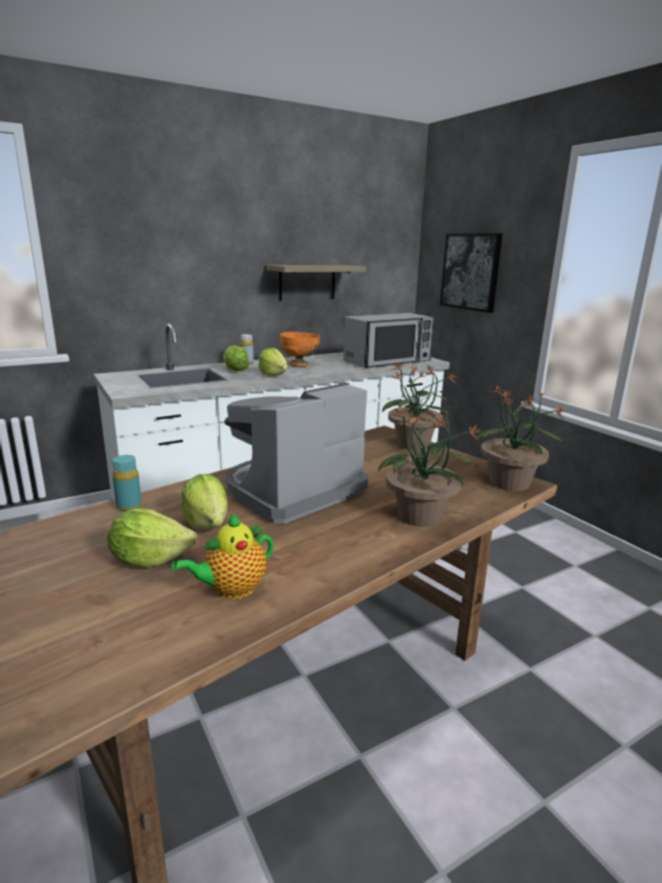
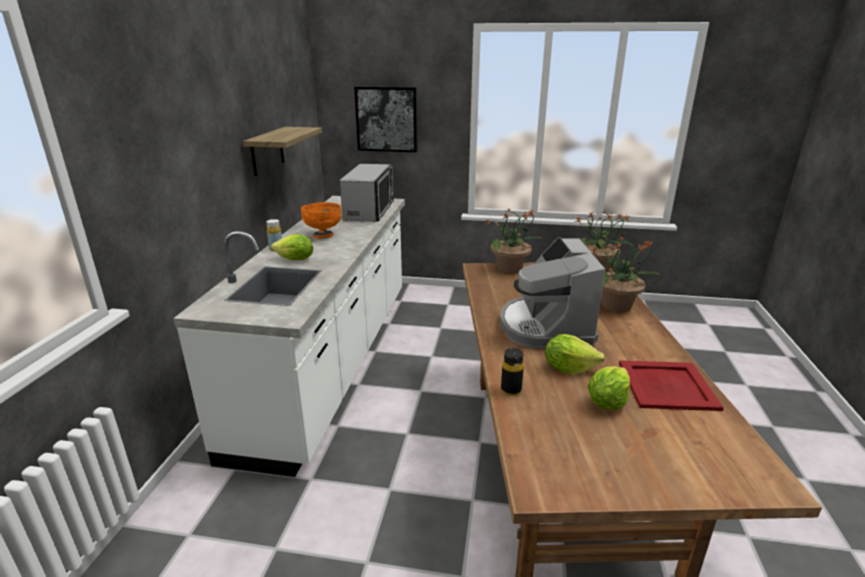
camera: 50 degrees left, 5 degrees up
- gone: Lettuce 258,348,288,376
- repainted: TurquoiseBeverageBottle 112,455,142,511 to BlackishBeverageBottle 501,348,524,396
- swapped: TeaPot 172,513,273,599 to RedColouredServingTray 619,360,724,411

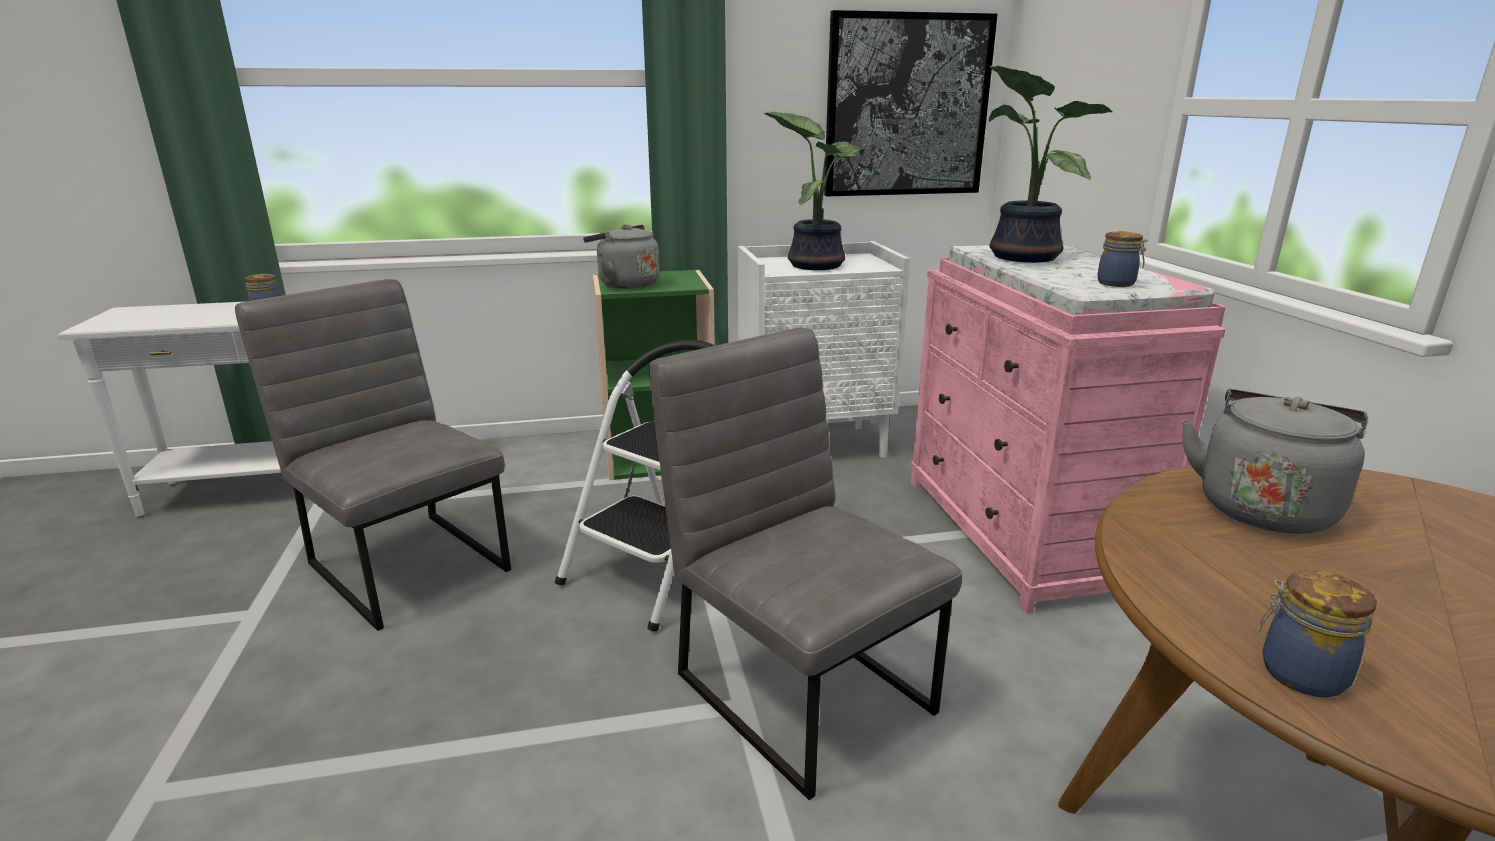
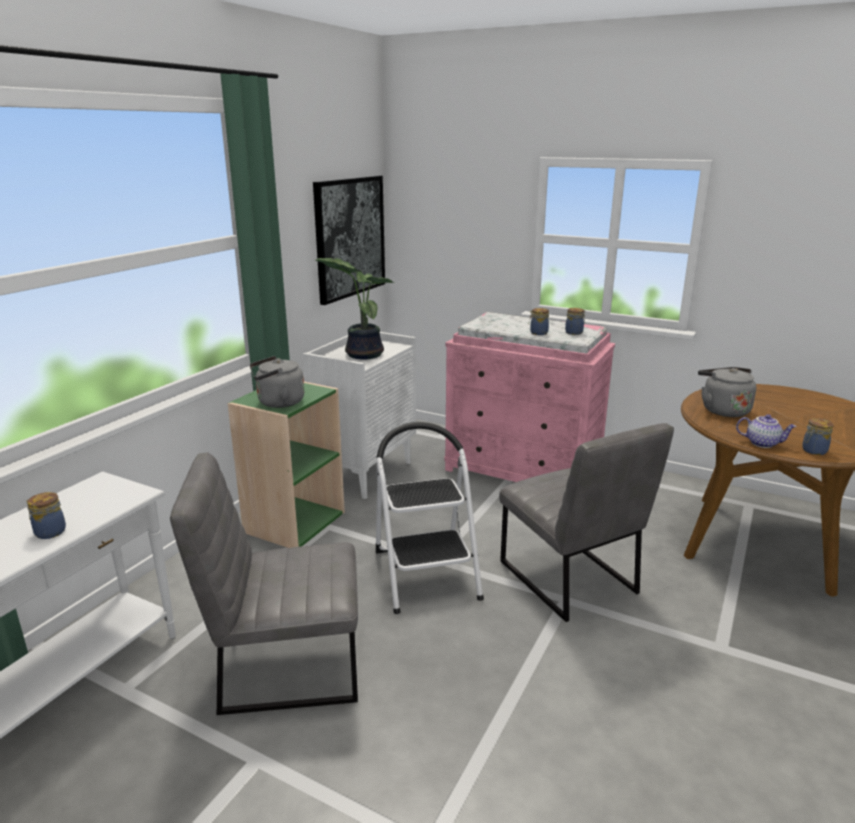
camera: 50 degrees left, 0 degrees up
- gone: PlantInAPot 989,65,1112,263
- rotated: GreyishChair 649,328,962,800 = 499,423,674,622 120 degrees counterclockwise
- new: Jar 529,308,549,335
- new: TeaPot 736,414,797,448

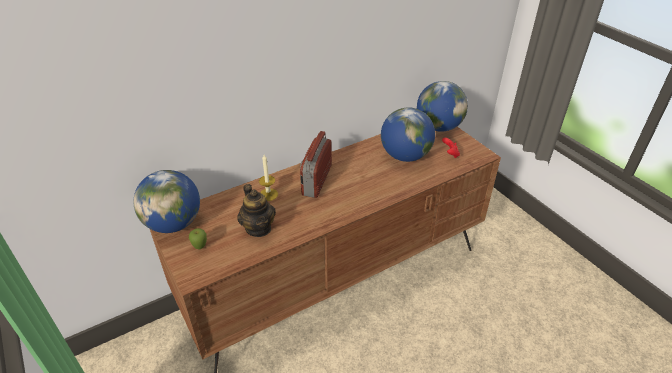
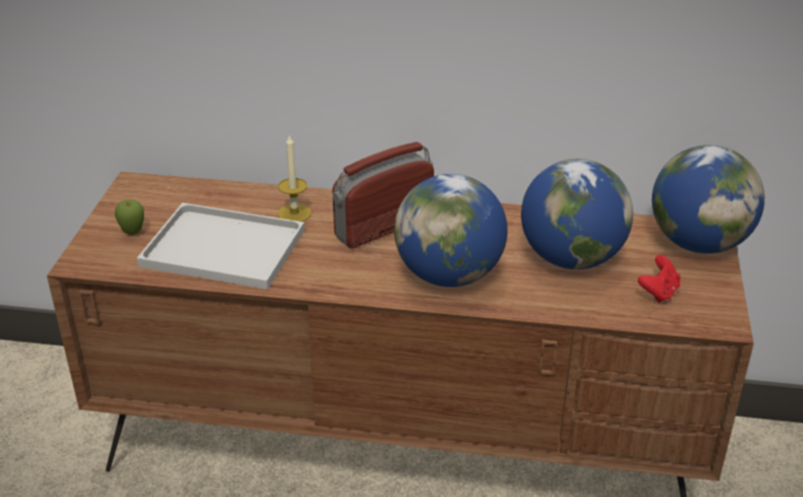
camera: 40 degrees right, 5 degrees down
- shifted: Globe 133,170,200,233 to 394,174,508,287
- swapped: TeaPot 237,184,276,237 to WhiteColouredServingTray 137,203,305,290

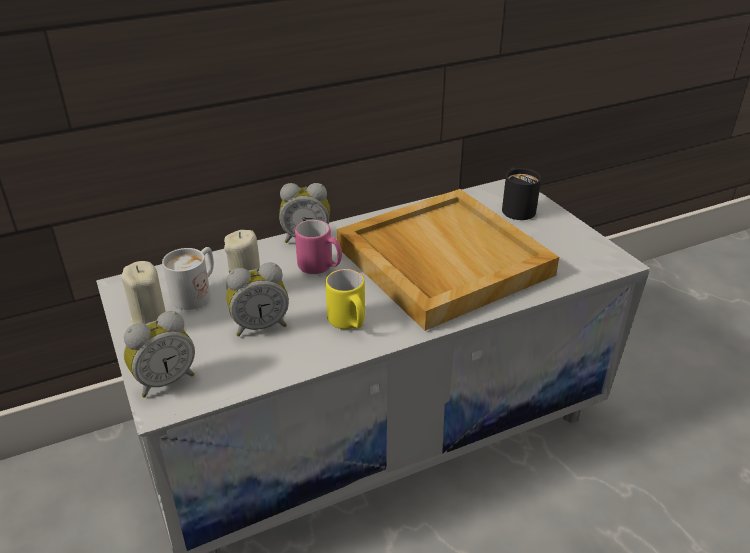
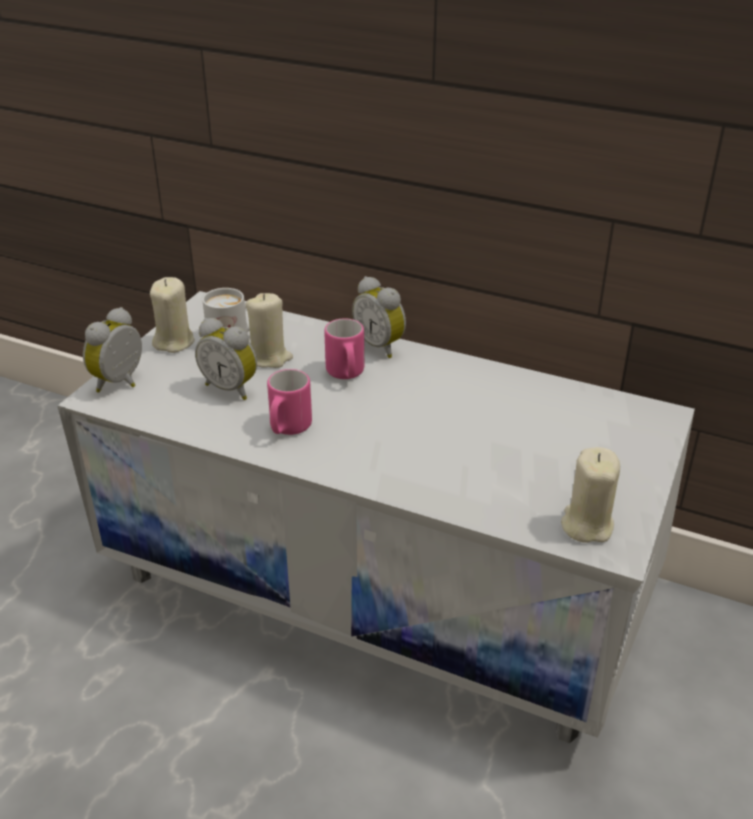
camera: 50 degrees right, 0 degrees up
- gone: BlackishMug 502,167,541,220
- gone: BeigeServingTray 337,189,559,331
- repainted: YellowMug 325,269,365,329 to PinkColouredMug 267,369,312,435
- rotated: TableClock 124,311,195,398 = 83,307,142,393 105 degrees clockwise
- new: BeigeWaxCandle 561,447,620,543

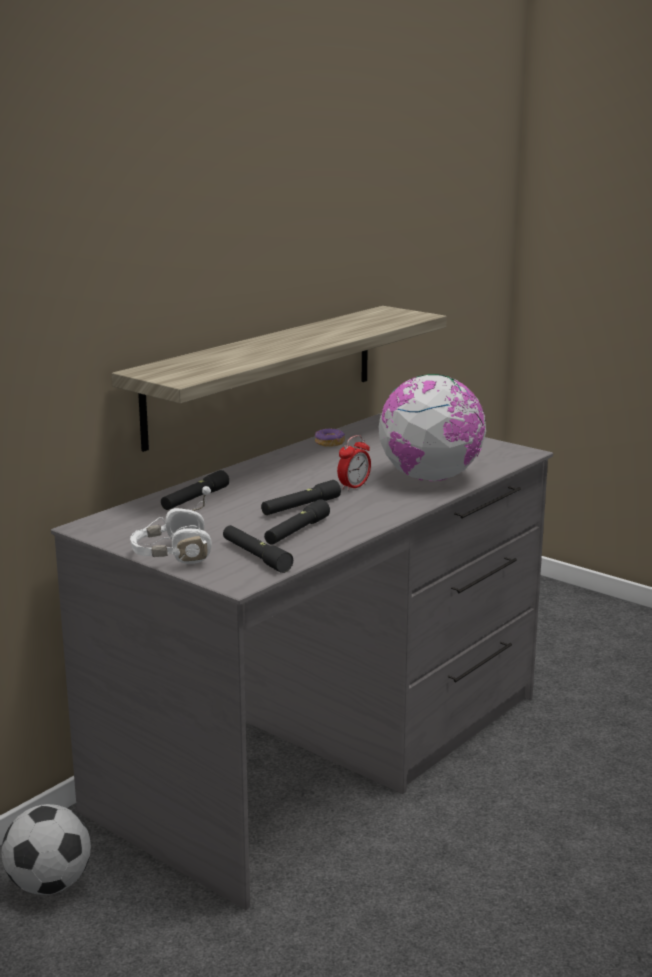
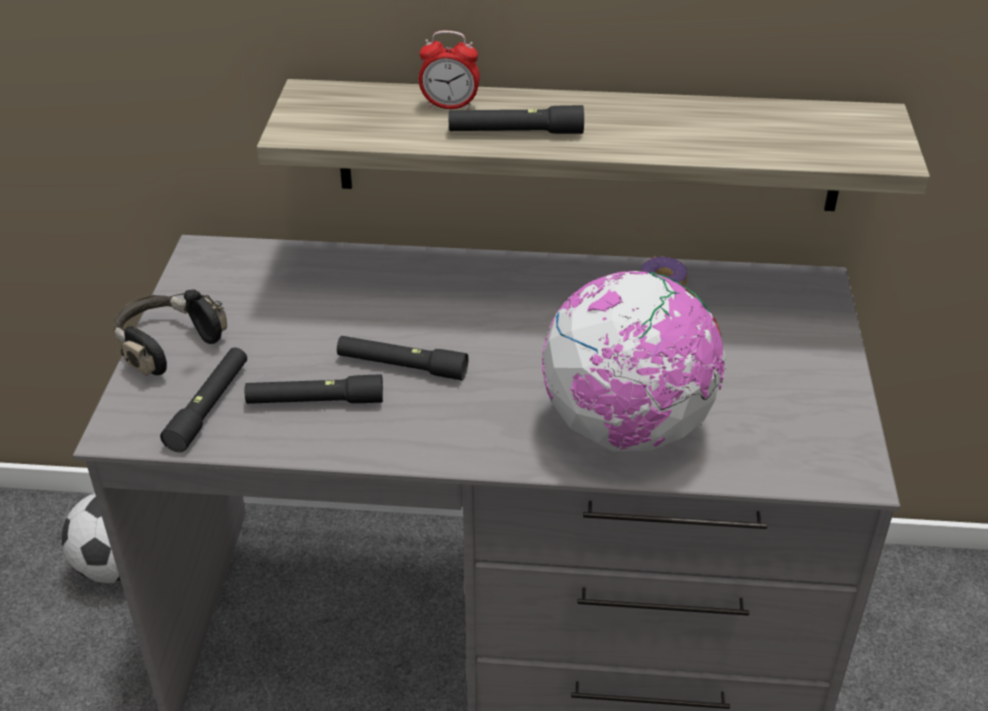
camera: 55 degrees right, 20 degrees up
- shifted: TableClock 337,435,371,491 to 419,31,480,110
- shifted: BlackishHandTorch 161,470,229,510 to 449,105,584,134
- repainted: WhiteColouredHeadset 130,486,212,564 to BlackishHeadset 114,289,227,376

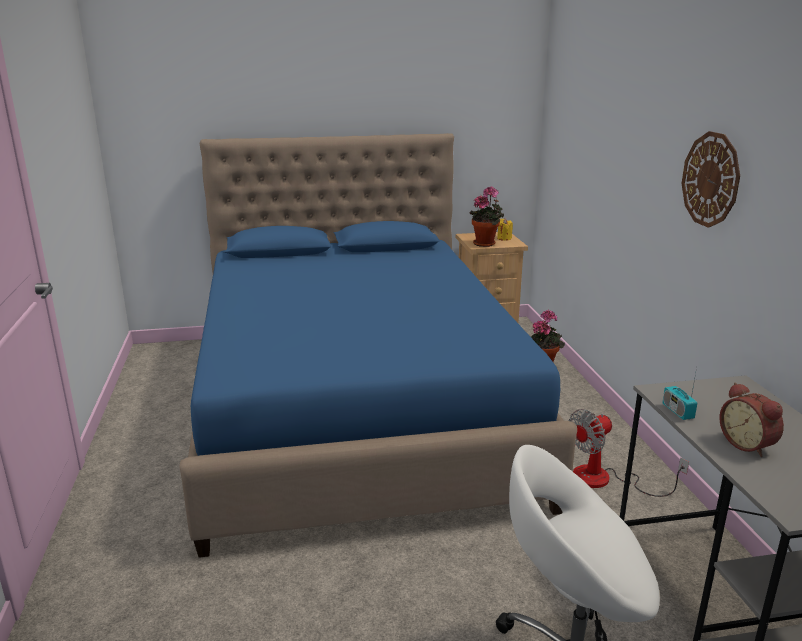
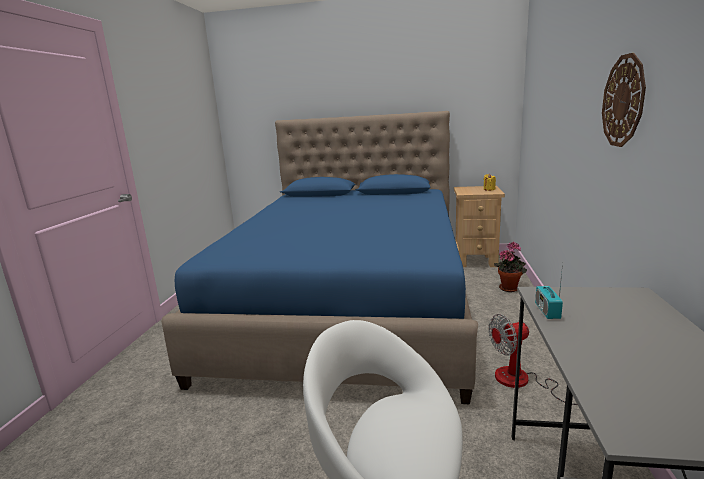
camera: 20 degrees right, 5 degrees down
- gone: PlantInAPot 470,186,504,247
- gone: TableClock 720,382,784,457

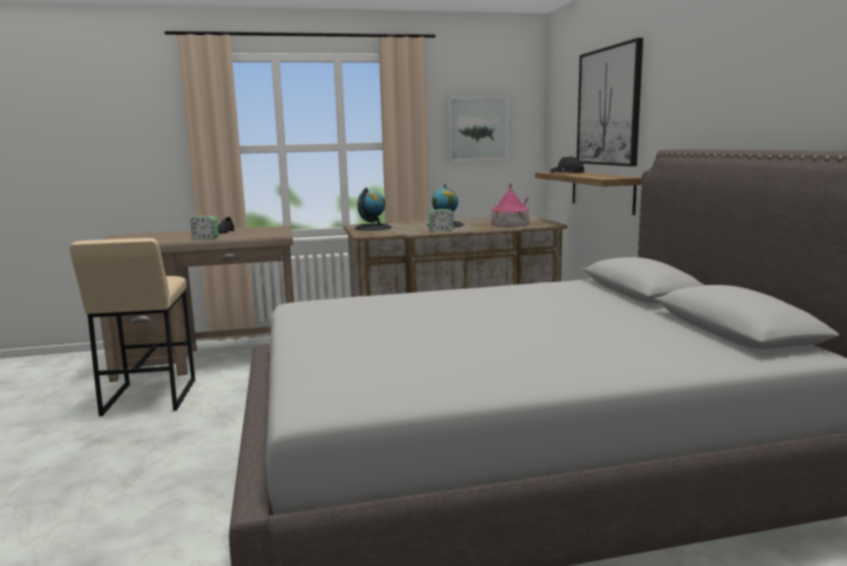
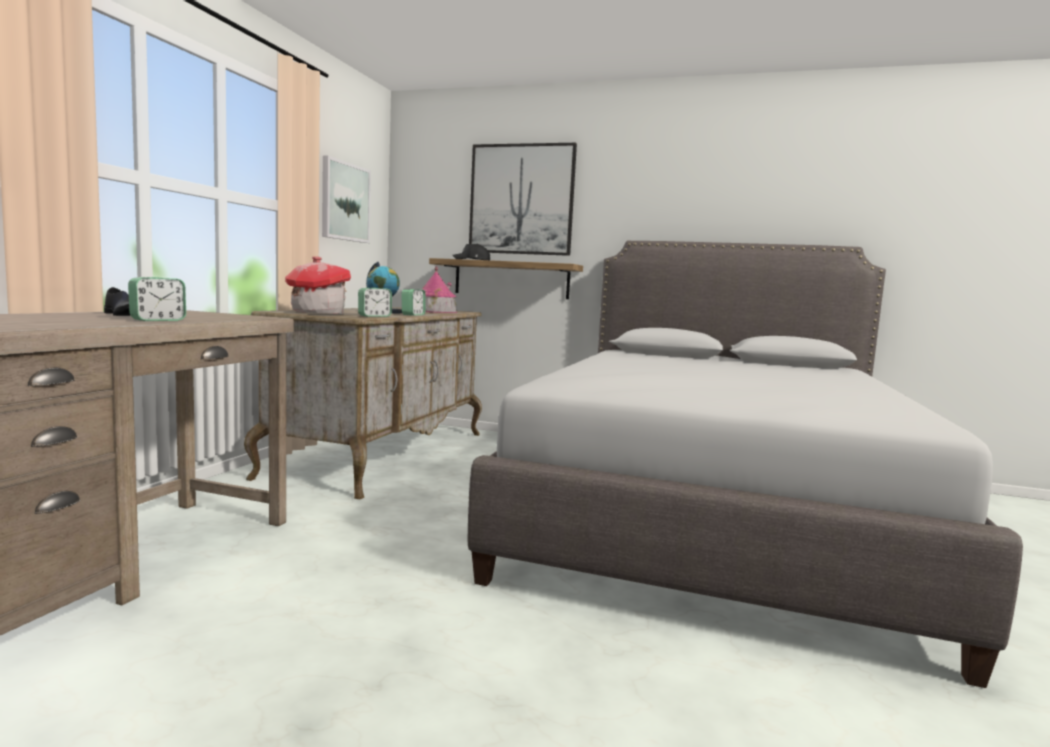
camera: 60 degrees left, 5 degrees down
- swapped: Globe 354,188,391,231 to ToyHouse 285,256,351,315
- gone: BeigeStool 69,238,195,416
- new: TableClock 358,288,392,317

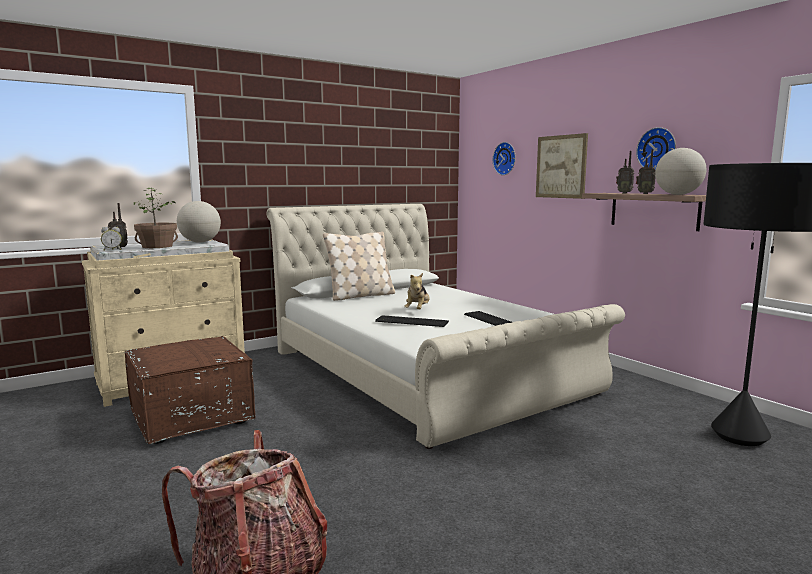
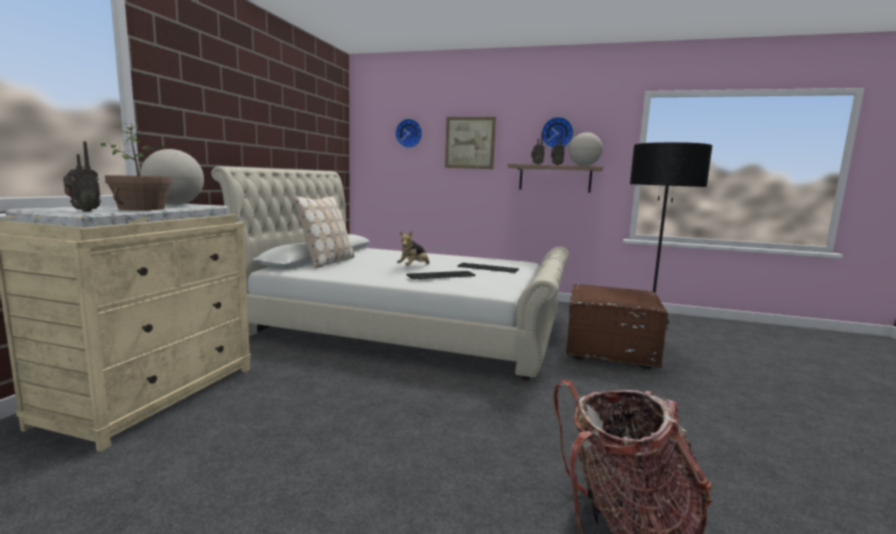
camera: 40 degrees left, 0 degrees up
- gone: TableClock 101,227,122,251
- rotated: SoftToy 404,273,430,309 = 397,231,429,266 60 degrees clockwise
- shifted: BrownFootrest 125,336,256,444 to 566,284,668,369

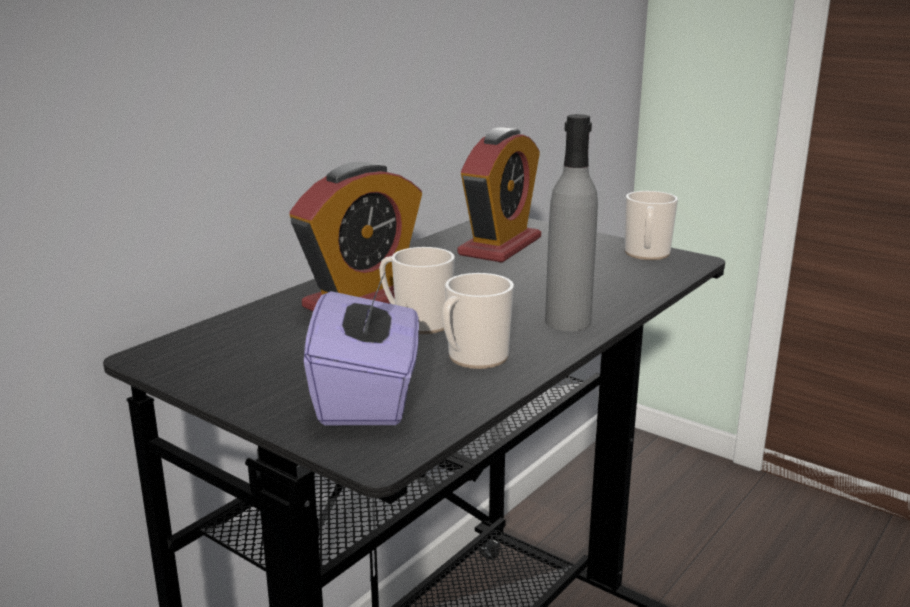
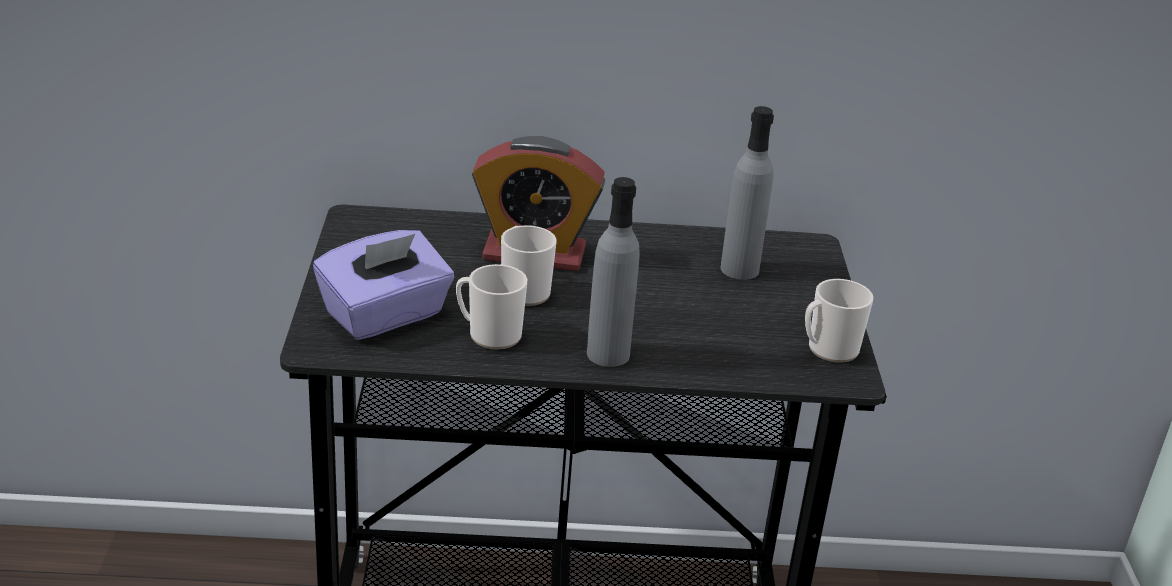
camera: 50 degrees right, 10 degrees up
- swapped: TableClock 458,128,541,263 to GreyishBeverageBottle 721,106,774,280

